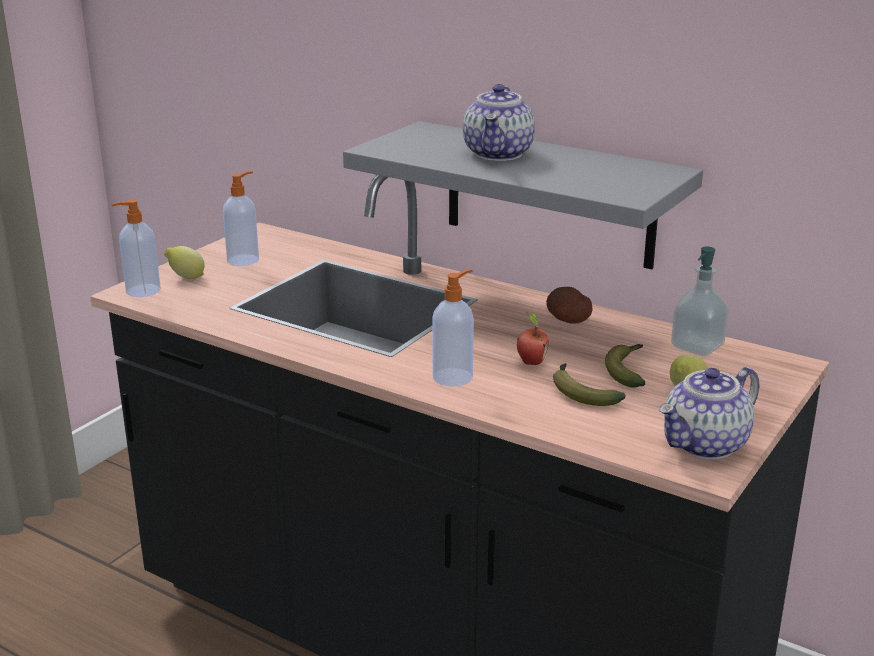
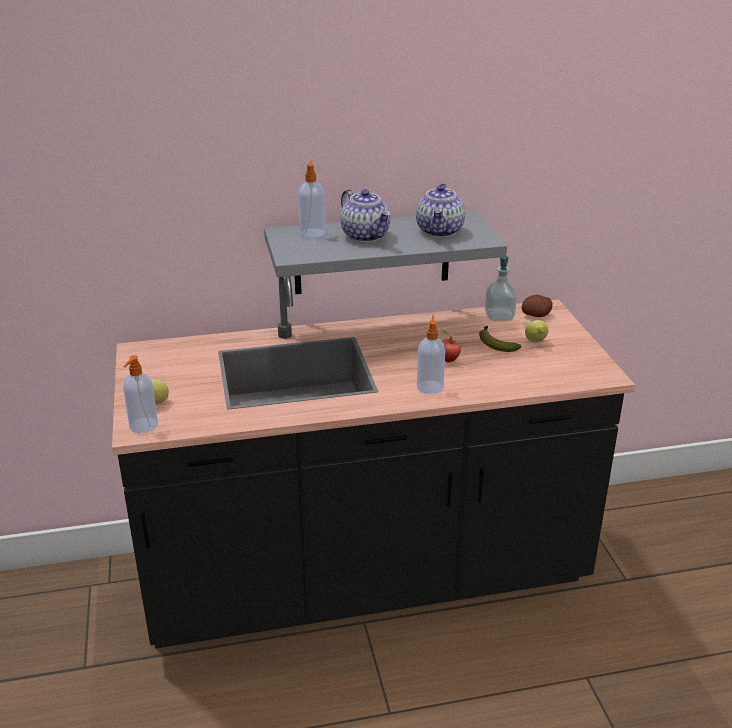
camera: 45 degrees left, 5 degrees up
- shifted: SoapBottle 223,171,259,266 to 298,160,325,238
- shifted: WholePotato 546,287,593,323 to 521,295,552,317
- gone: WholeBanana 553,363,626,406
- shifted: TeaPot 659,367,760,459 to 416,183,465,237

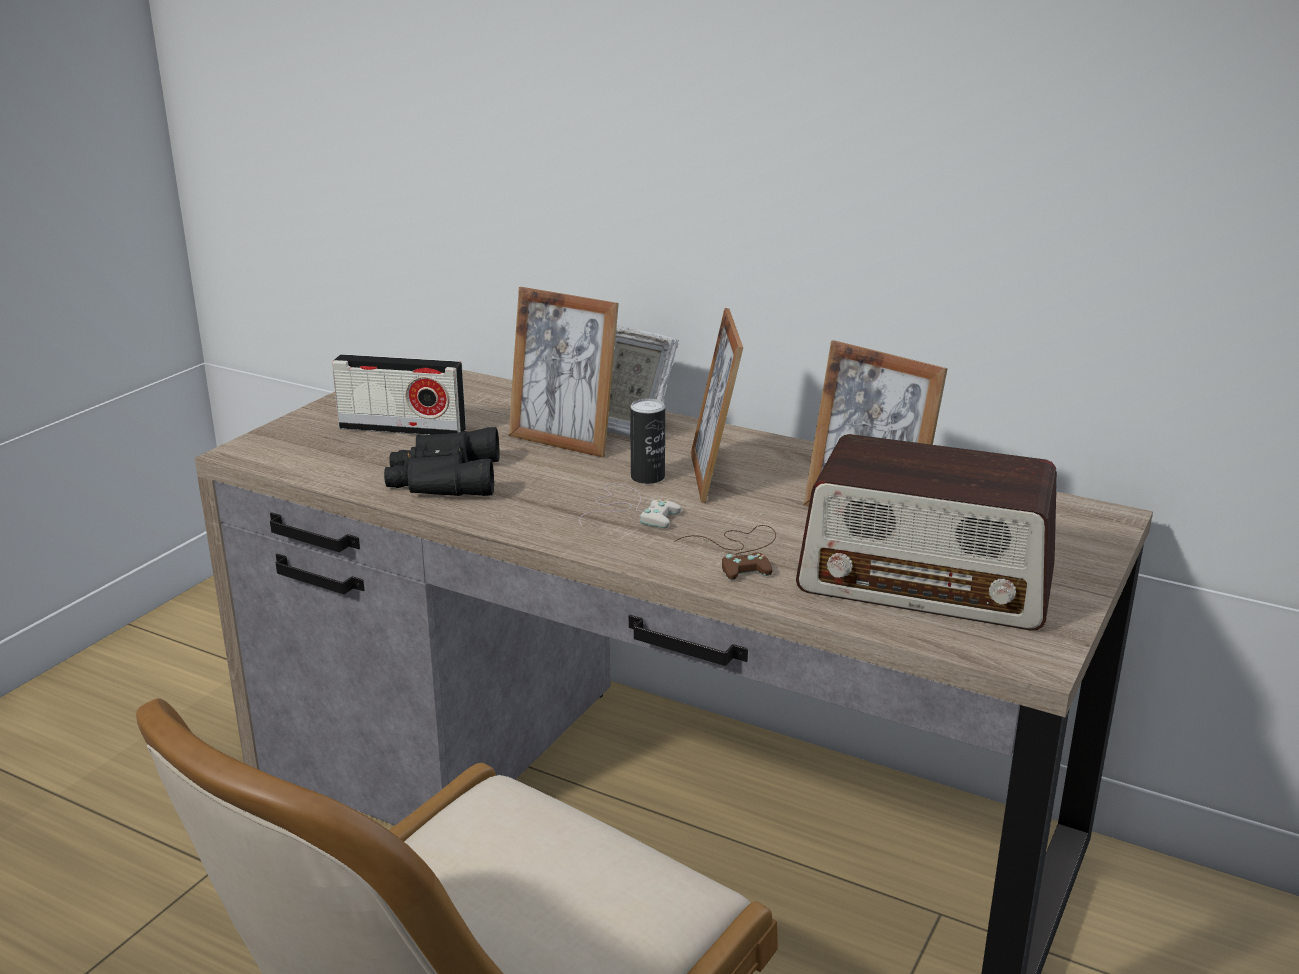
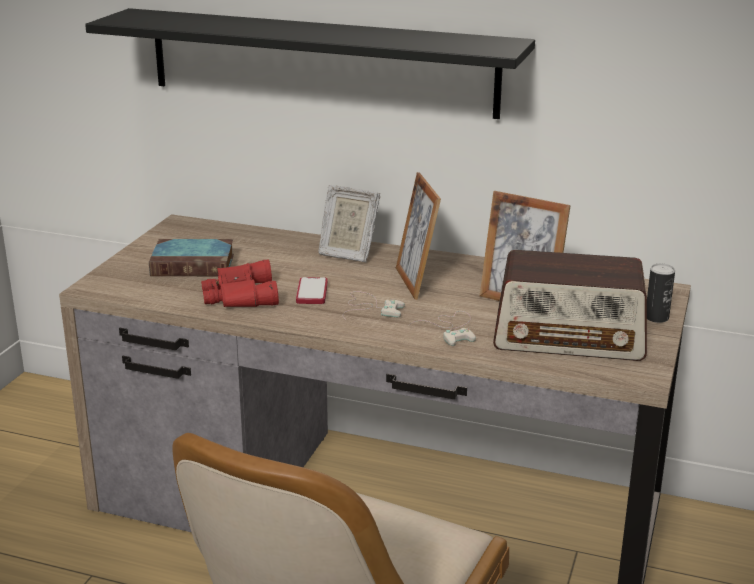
camera: 10 degrees left, 0 degrees up
- gone: StandingFrame 509,287,619,458
- swapped: RadioSet 332,354,466,435 to BoundBook 149,239,234,276
- shifted: SealedCan 630,398,665,484 to 647,264,675,323
- repainted: BlackishPairOfBinoculars 384,427,499,496 to RedColouredPairOfBinoculars 201,259,279,307
- repainted: BrownGameController 674,525,776,580 to WhiteColouredGameController 409,311,476,346
- new: BlackishWallShelf 85,8,535,119
- new: Telephone 296,277,328,304

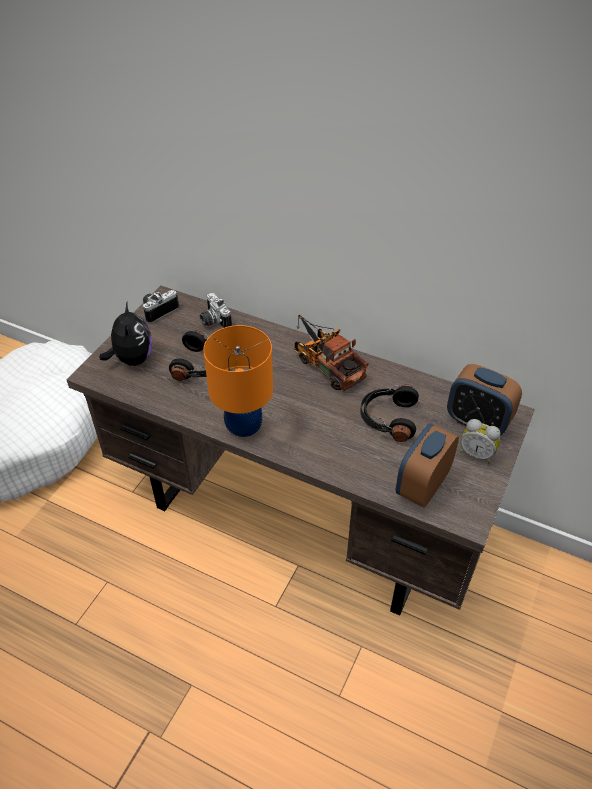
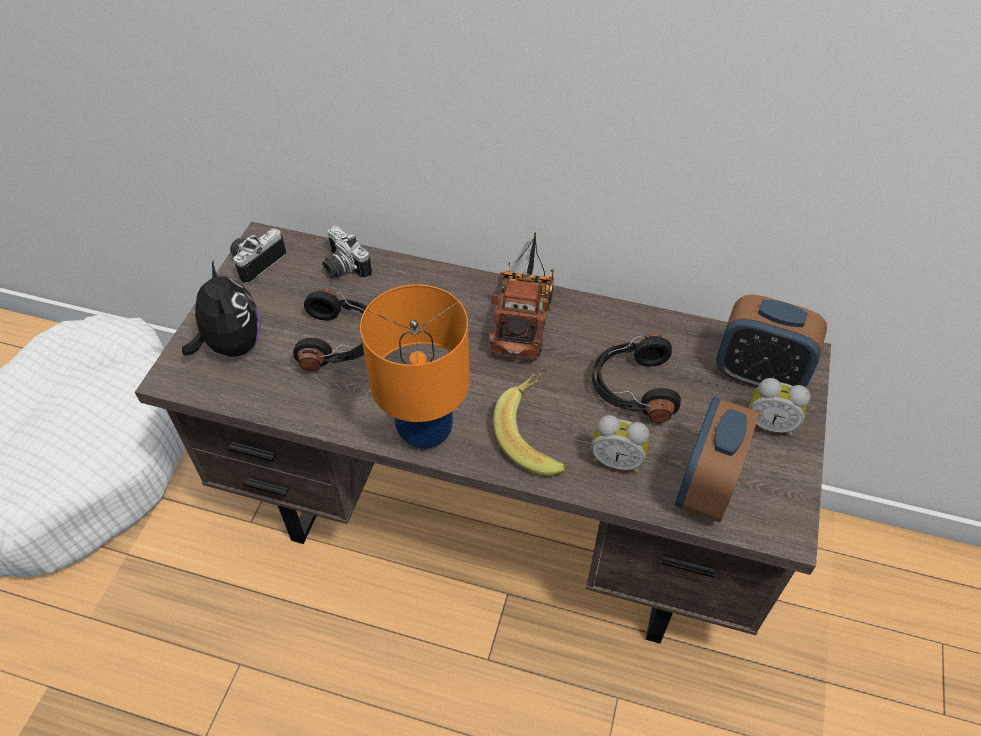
camera: 10 degrees left, 5 degrees up
- rotated: ModelTruck 294,315,369,391 = 488,232,554,361 60 degrees clockwise
- new: WholeBanana 493,367,566,476
- new: TableClock 591,415,650,474

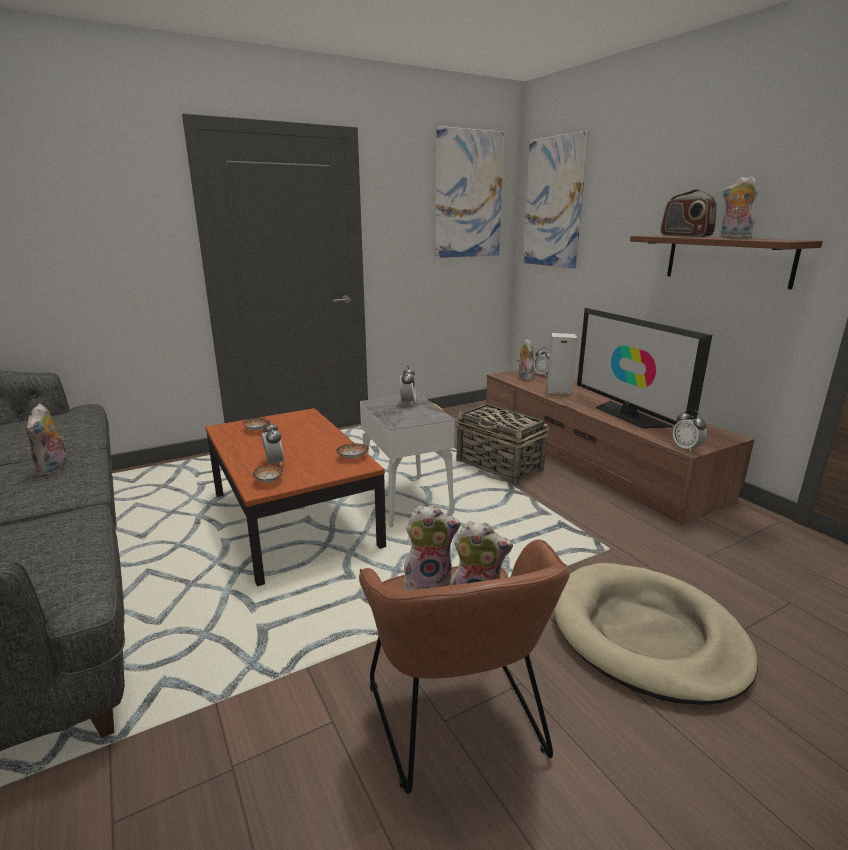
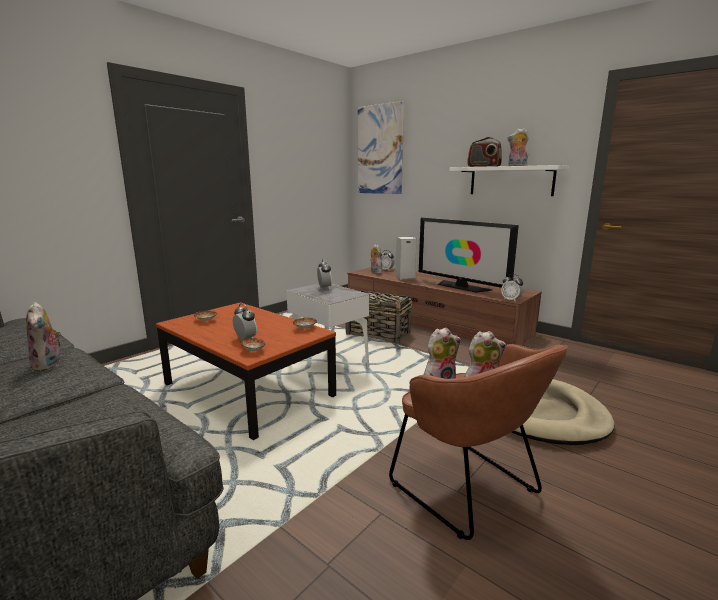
camera: 20 degrees left, 5 degrees down
- gone: WallArt 435,126,505,258
- repainted: BrownWallShelf 630,235,823,289 to WhiteColouredWallShelf 450,165,569,196

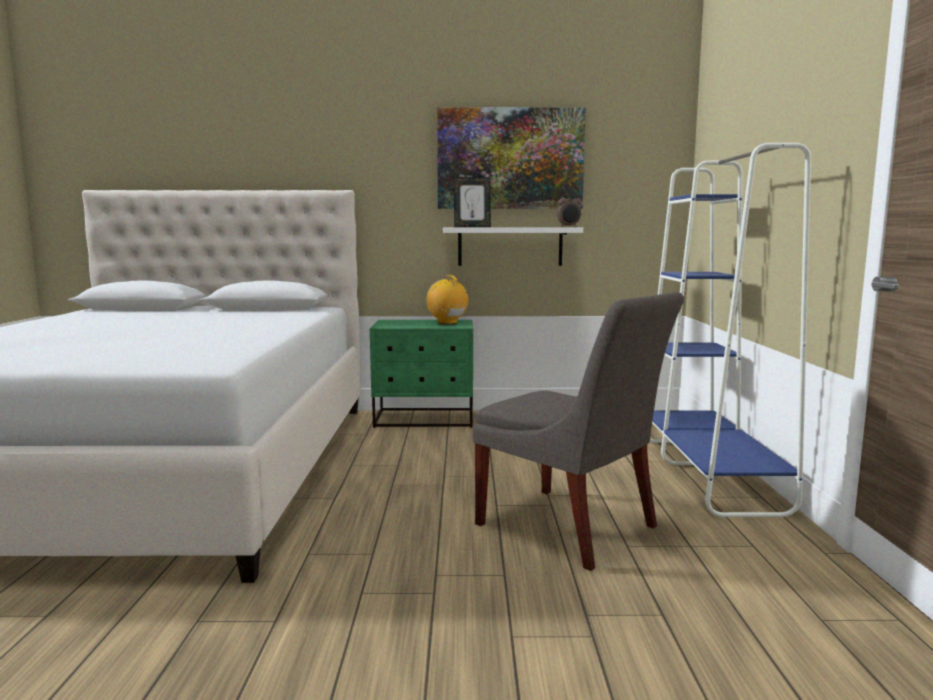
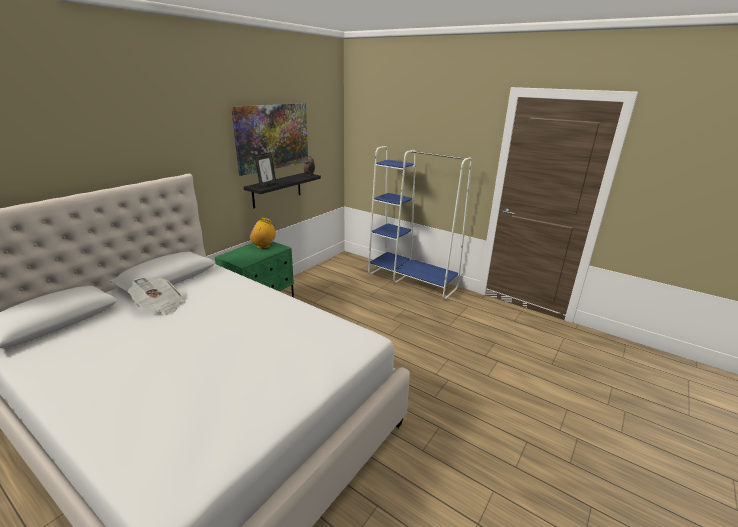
camera: 55 degrees left, 15 degrees up
- repainted: WhiteColouredWallShelf 443,227,583,266 to BlackishWallShelf 244,172,321,209
- gone: GreyishChair 473,292,684,571
- new: Newspaper 128,277,184,315

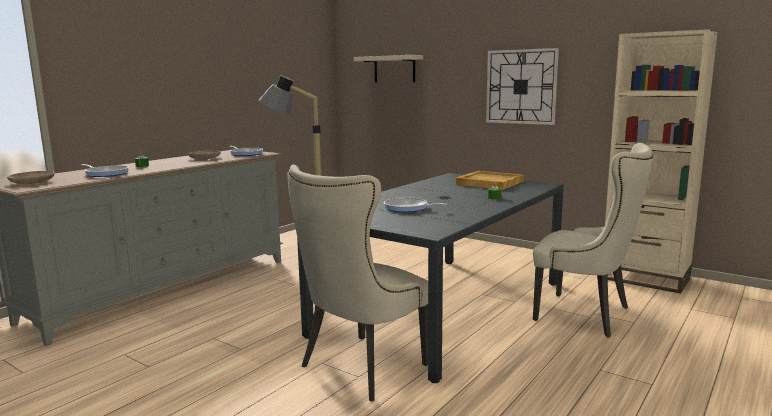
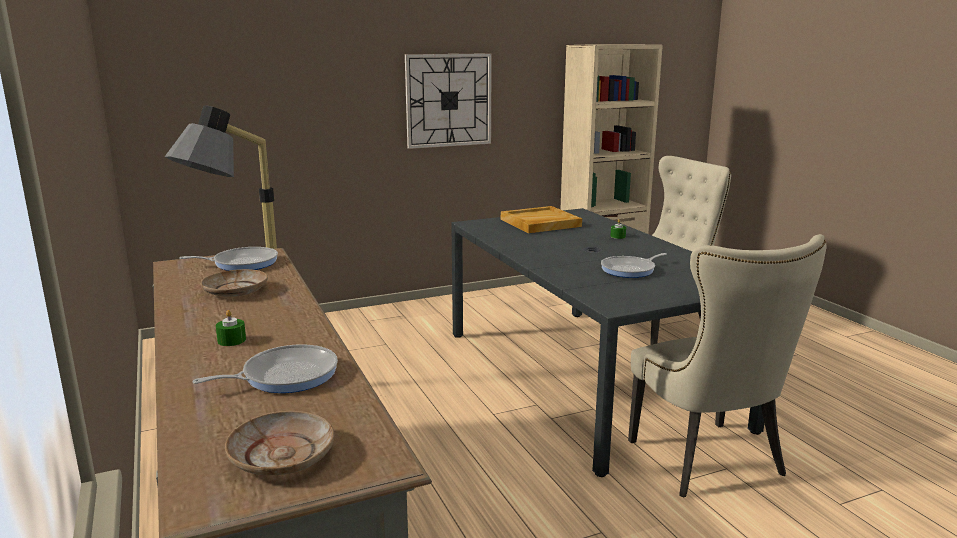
camera: 60 degrees left, 5 degrees up
- gone: BeigeWallShelf 354,55,423,82

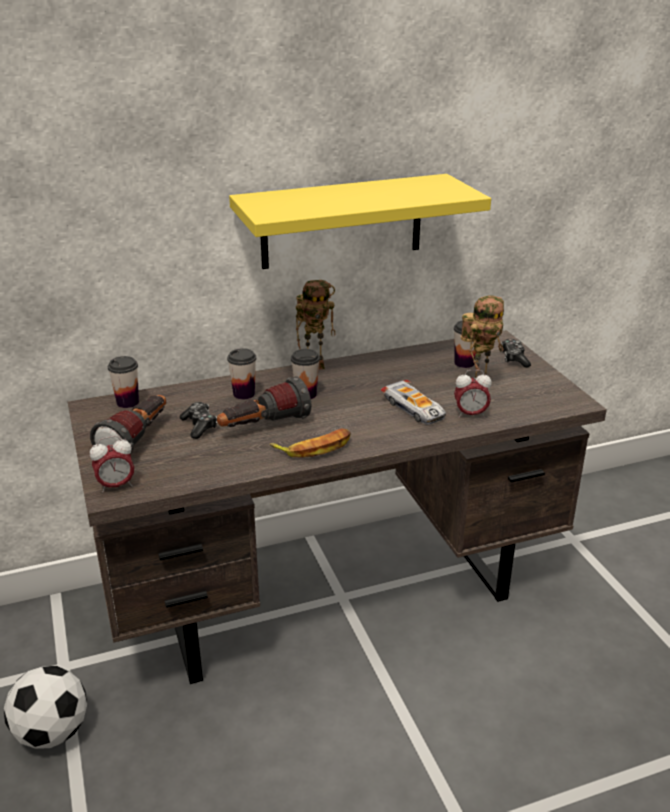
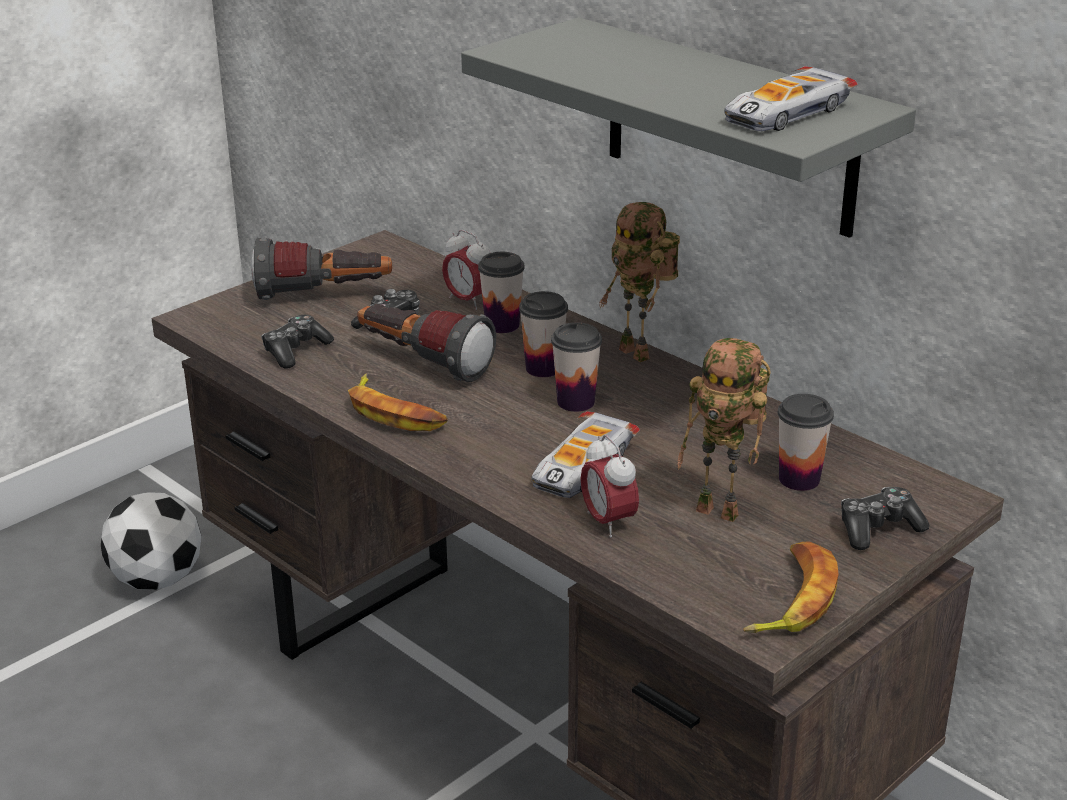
camera: 65 degrees right, 0 degrees up
- repainted: YellowWallShelf 229,174,491,269 to GreyishWallShelf 461,17,916,238
- shifted: SmallCup 108,356,139,408 to 551,322,602,412
- shifted: TableClock 90,436,134,493 to 442,230,490,310
- new: ToyCar 724,66,858,131
- new: GameController 261,315,334,369
- new: WholeBanana 743,541,838,633

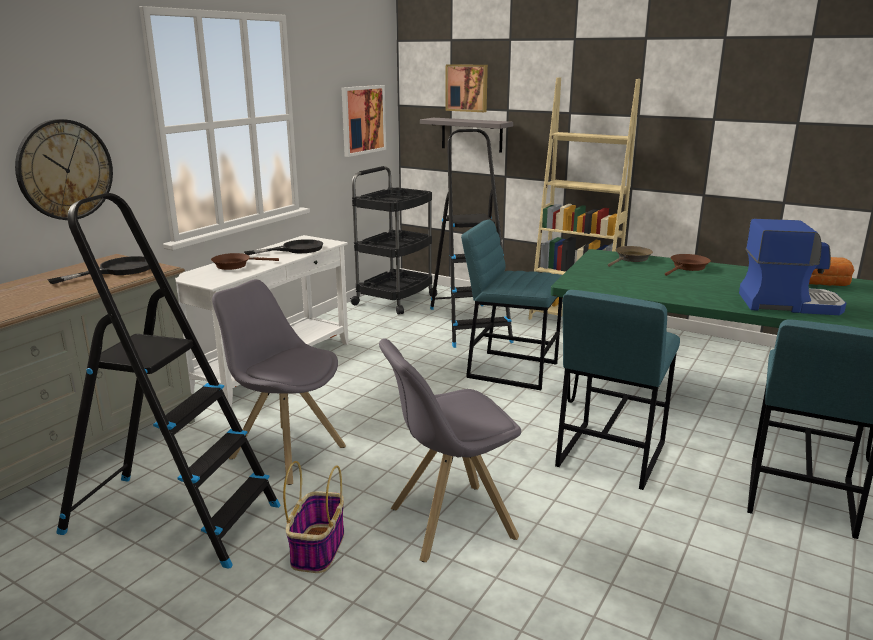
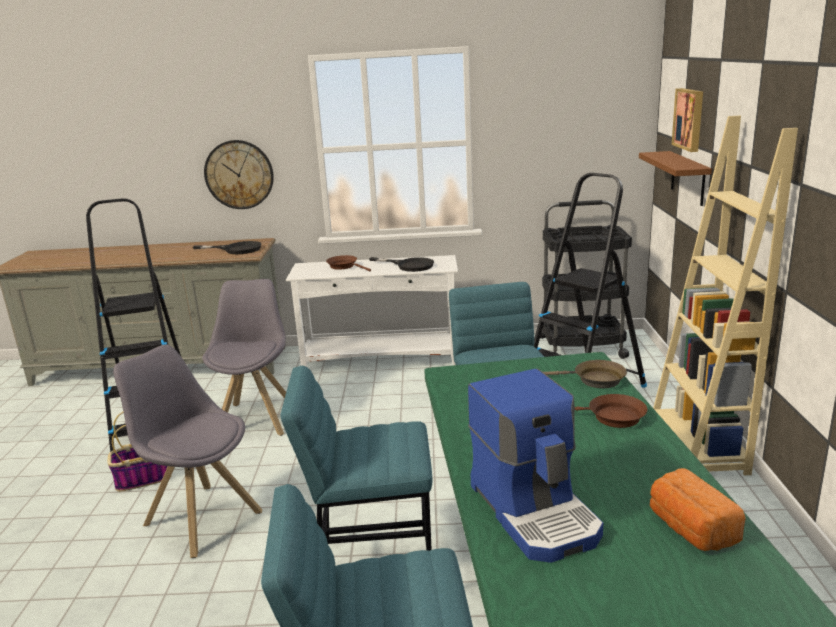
camera: 60 degrees right, 0 degrees up
- gone: WallArt 342,85,386,157
- repainted: GreyishWallShelf 420,118,513,153 to BrownWallShelf 639,151,712,206

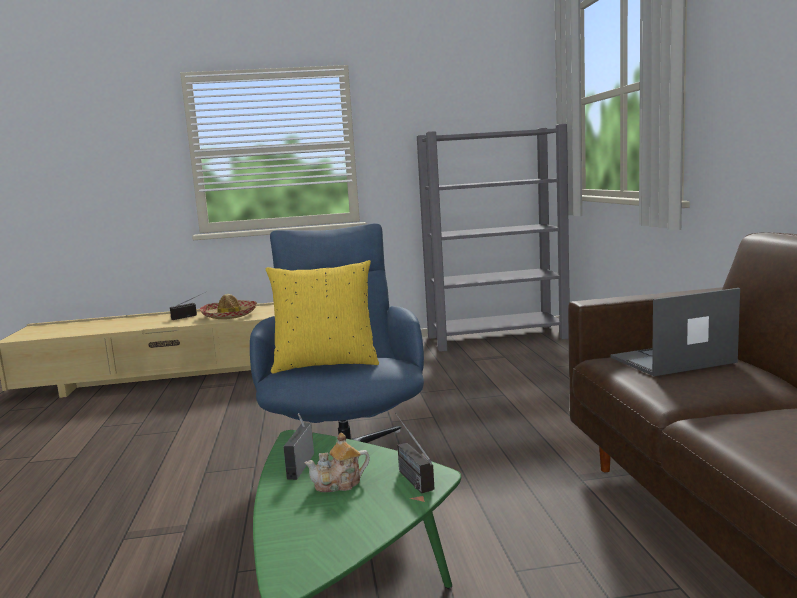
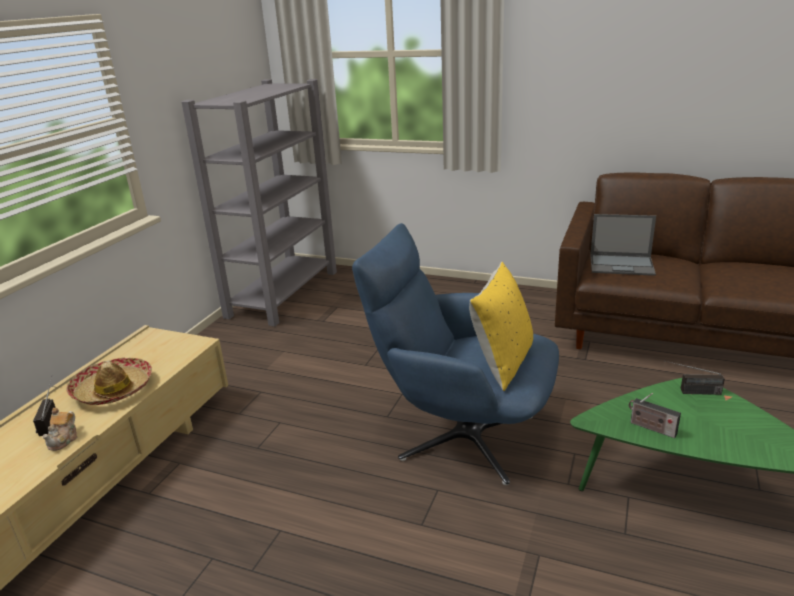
camera: 60 degrees left, 15 degrees up
- rotated: PortableComputer 610,288,740,376 = 590,214,656,276 90 degrees counterclockwise
- shifted: TeaPot 305,433,370,492 to 42,408,78,451

